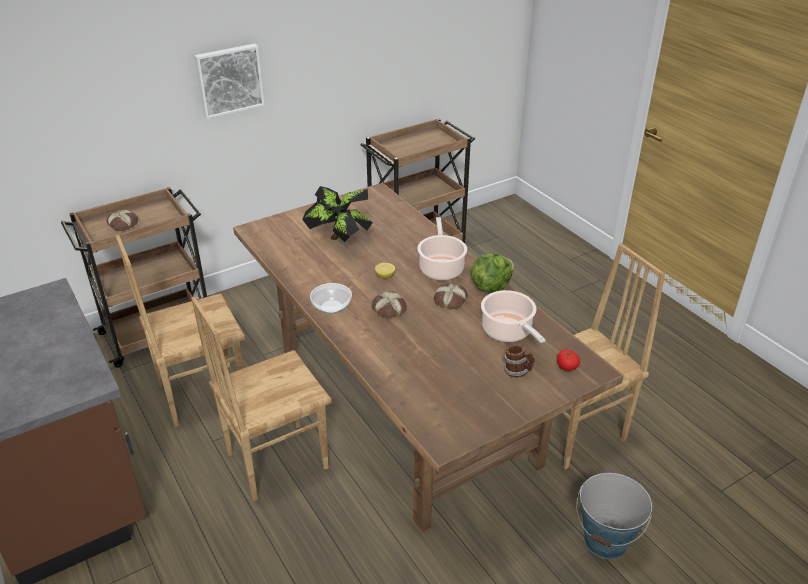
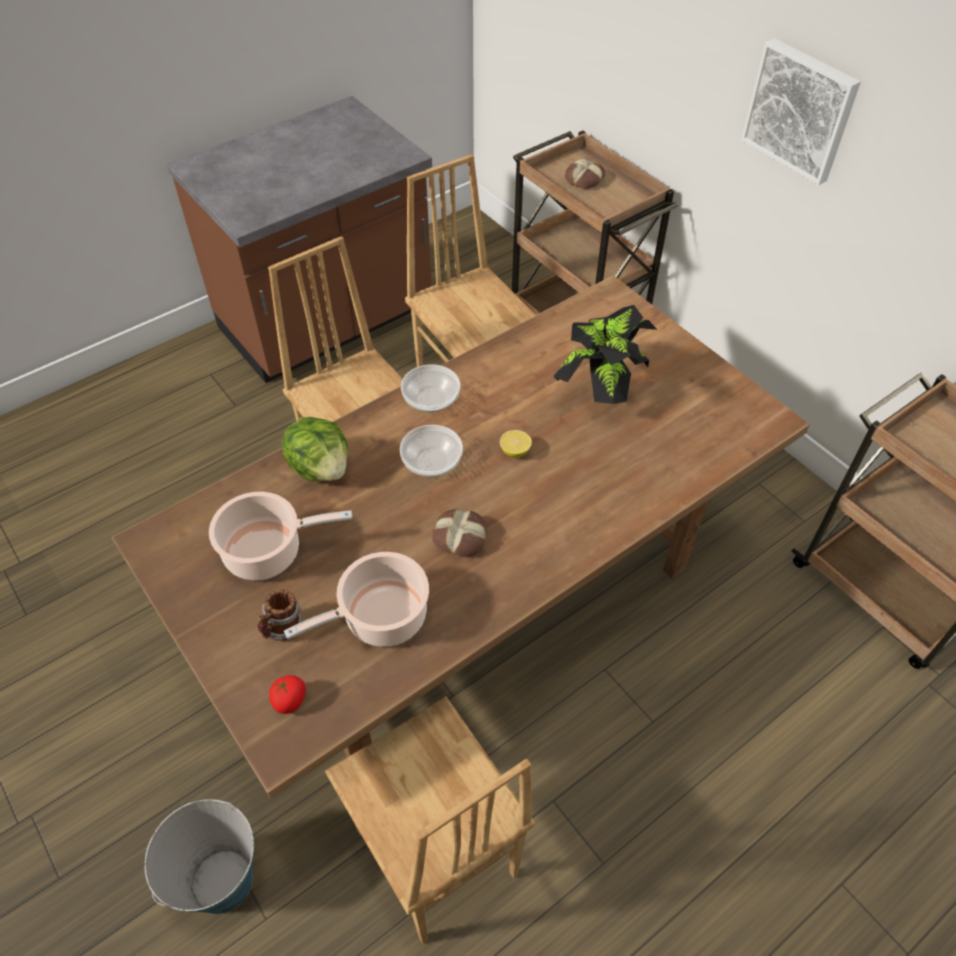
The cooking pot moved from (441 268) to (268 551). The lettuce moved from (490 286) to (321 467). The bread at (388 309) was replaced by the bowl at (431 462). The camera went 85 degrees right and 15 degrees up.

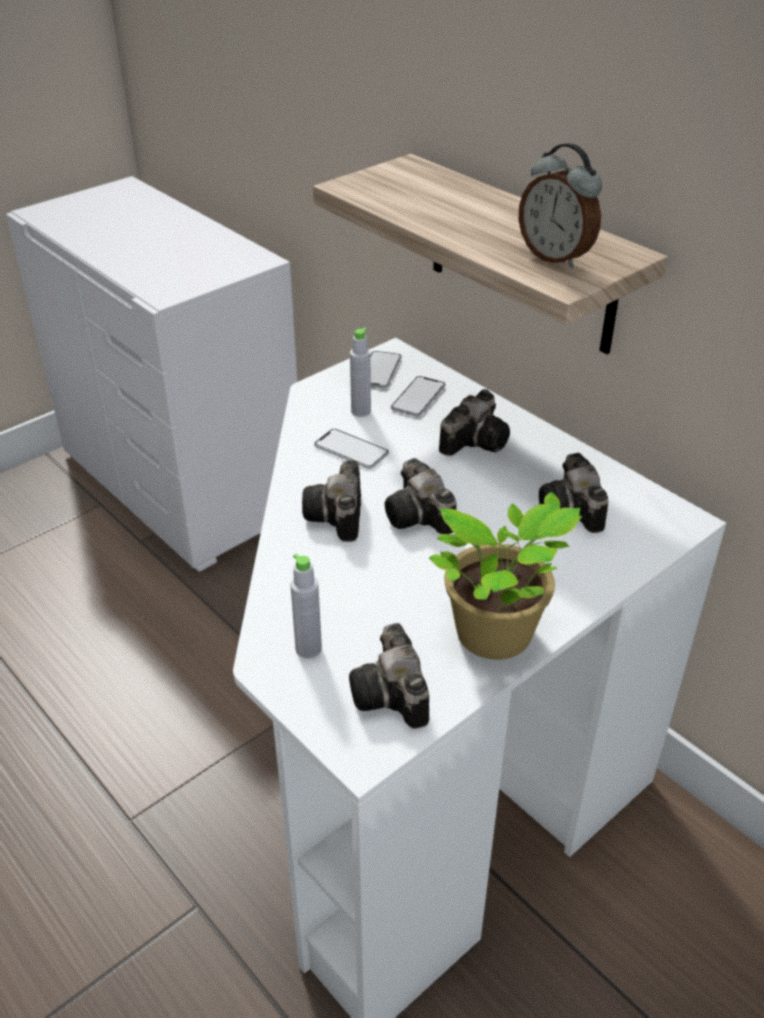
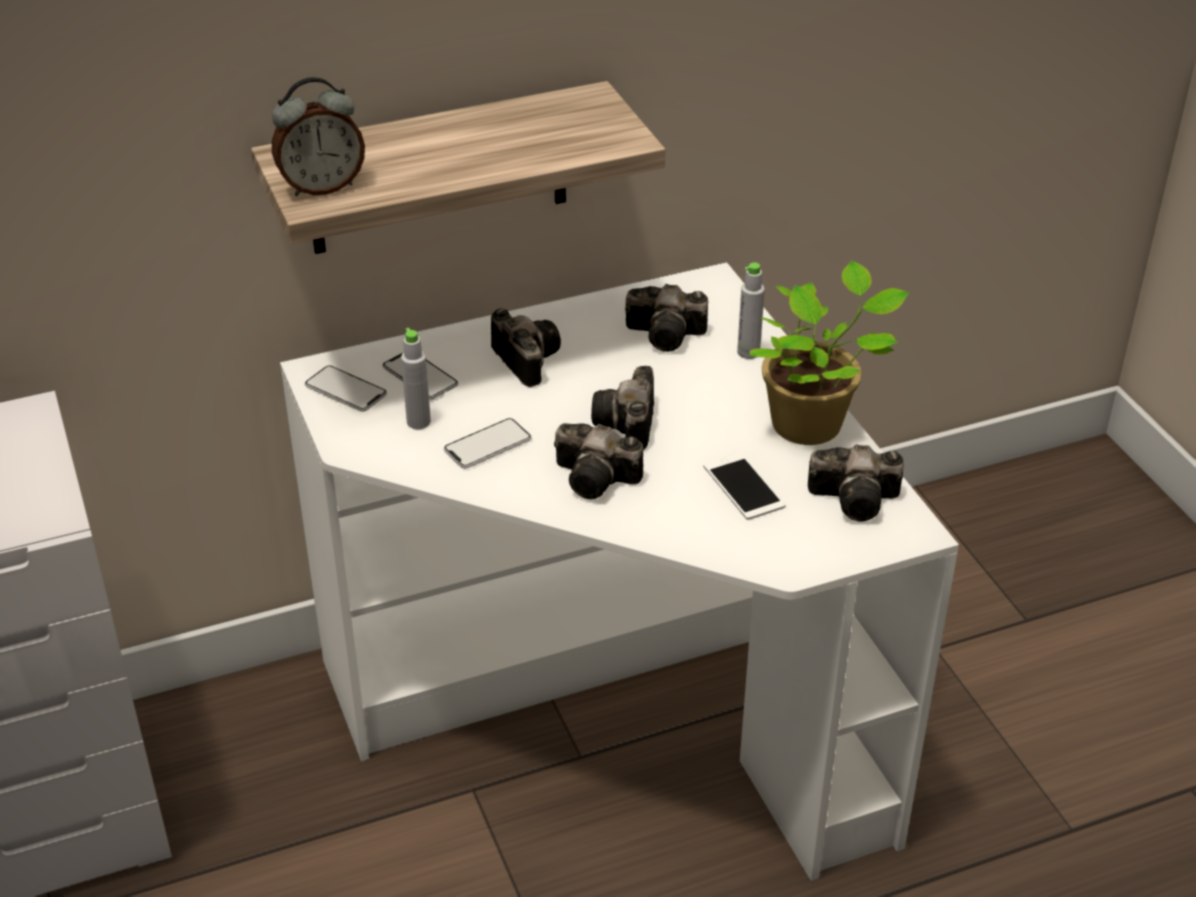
The alarm clock moved from (556 257) to (322 187). The photo camera at (420 517) turned 105 degrees clockwise. The bottle (grey) moved from (308 649) to (748 352). The phone at (743 486) appeared. The camera went 70 degrees left and 0 degrees up.

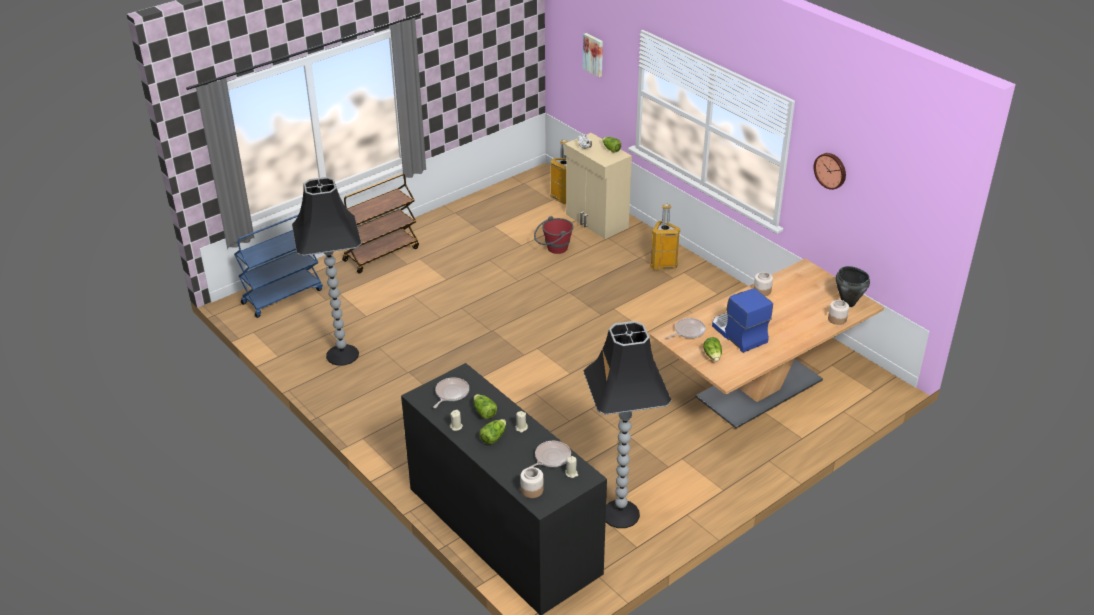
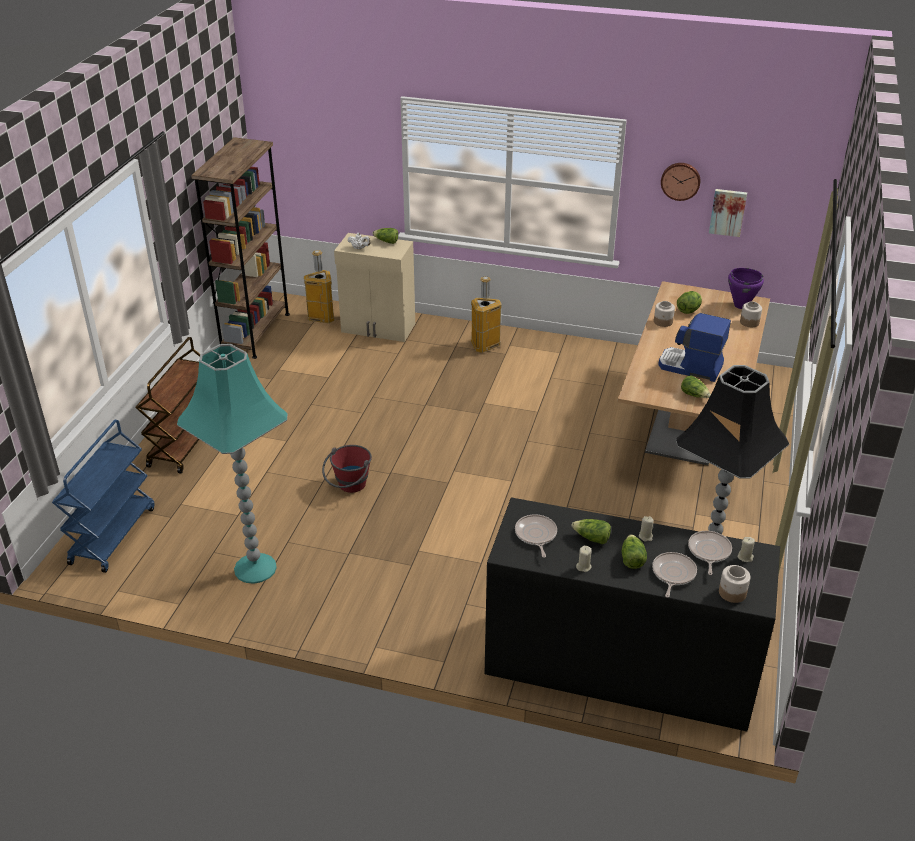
The picture moved from (594 54) to (727 212). The floor lamp (black) at (341 354) became the floor lamp (turquoise) at (254 568). The bucket (red) moved from (553 249) to (349 487). The cooking pot (black) at (848 303) became the cooking pot (purple) at (740 305). The frying pan moved from (688 331) to (673 574). The bookcase (brown) at (255 333) appeared. The lettuce at (688 310) appeared. The camera went 35 degrees left and 0 degrees up.

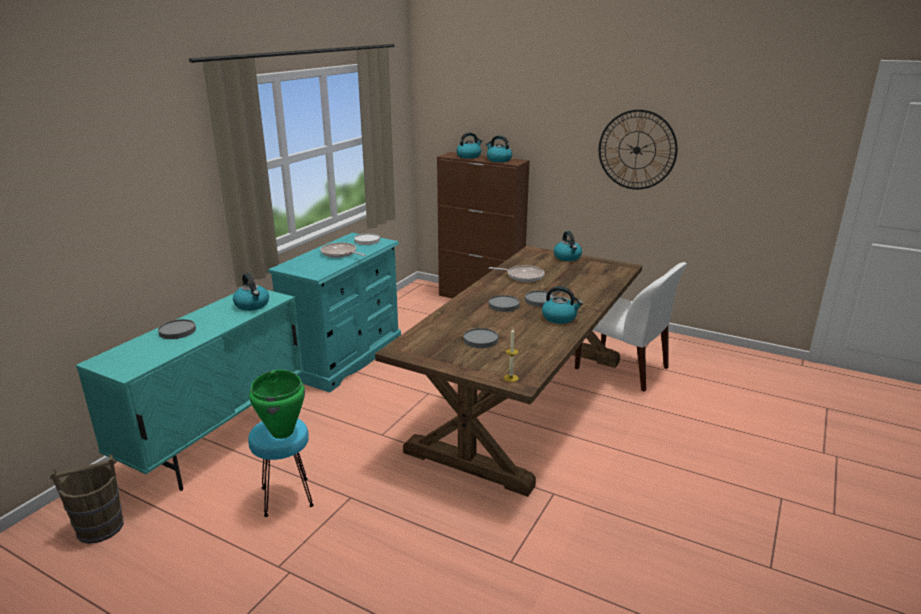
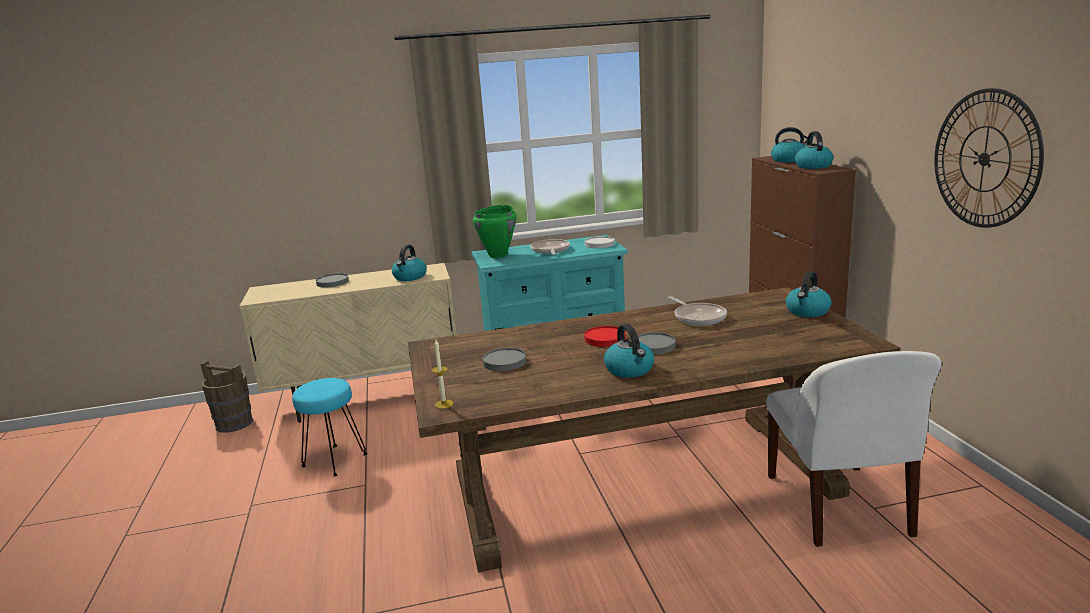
The cabinet (turquoise) at (218 442) became the cabinet (beige) at (368 400). The plate (grey) at (503 305) became the plate (red) at (605 339). The cooking pot (green) moved from (283 432) to (498 255). The camera went 50 degrees right and 5 degrees down.

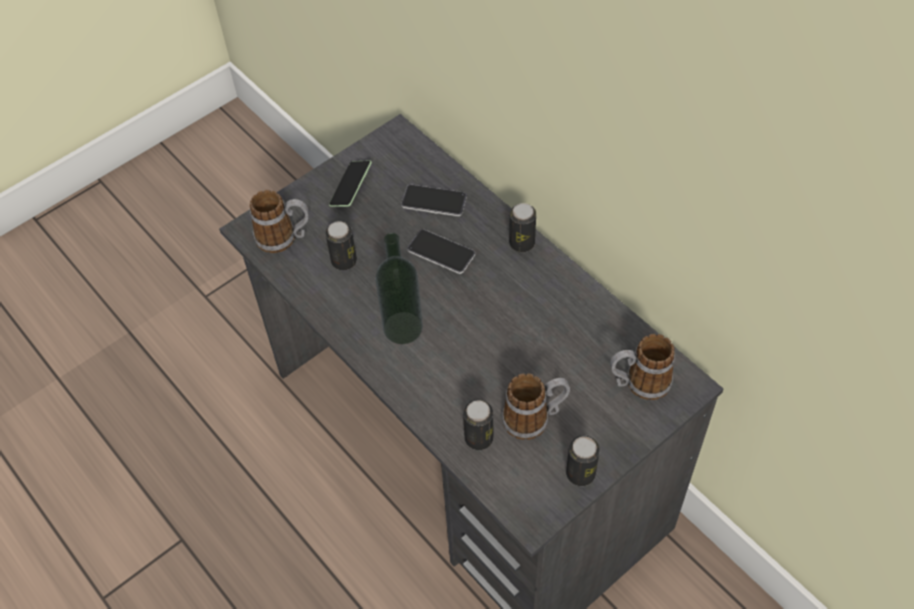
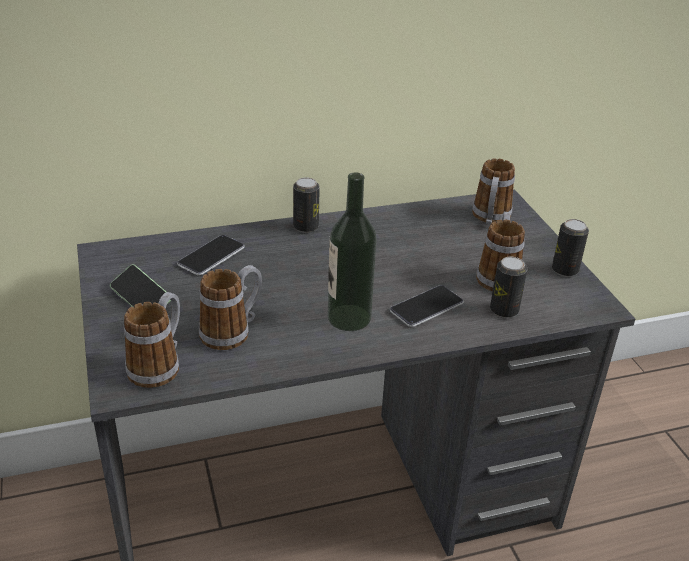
The can at (344 261) was replaced by the mug at (232 331). The phone moved from (441 252) to (426 307). The camera went 70 degrees left and 20 degrees down.

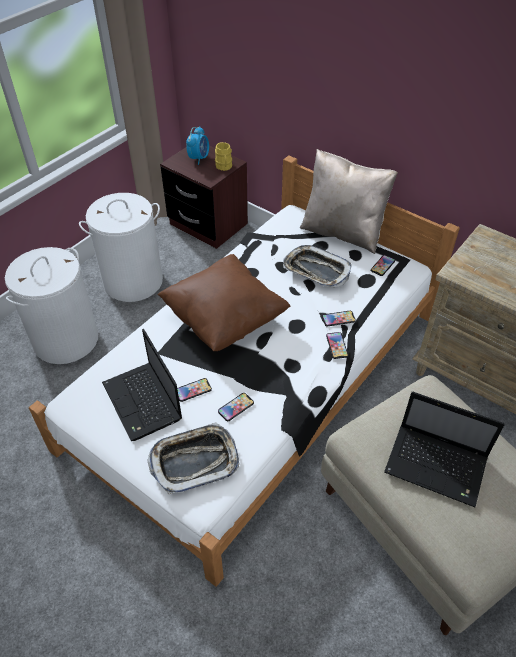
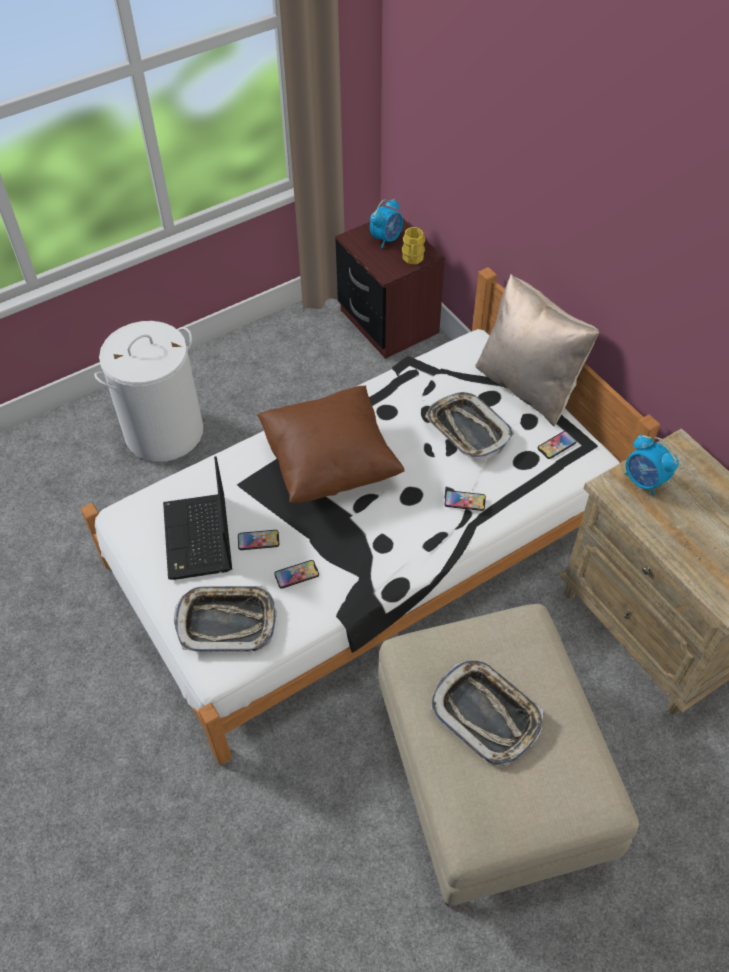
The laundry basket (white) at (133 281) disappeared. The phone at (336 346) disappeared. The laptop at (438 466) was replaced by the tray at (486 714). The alarm clock at (644 481) appeared. The camera went 20 degrees right and 5 degrees up.

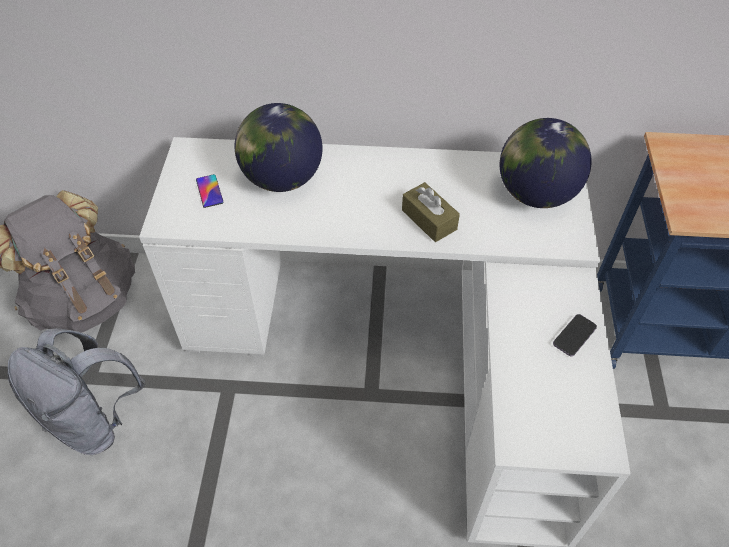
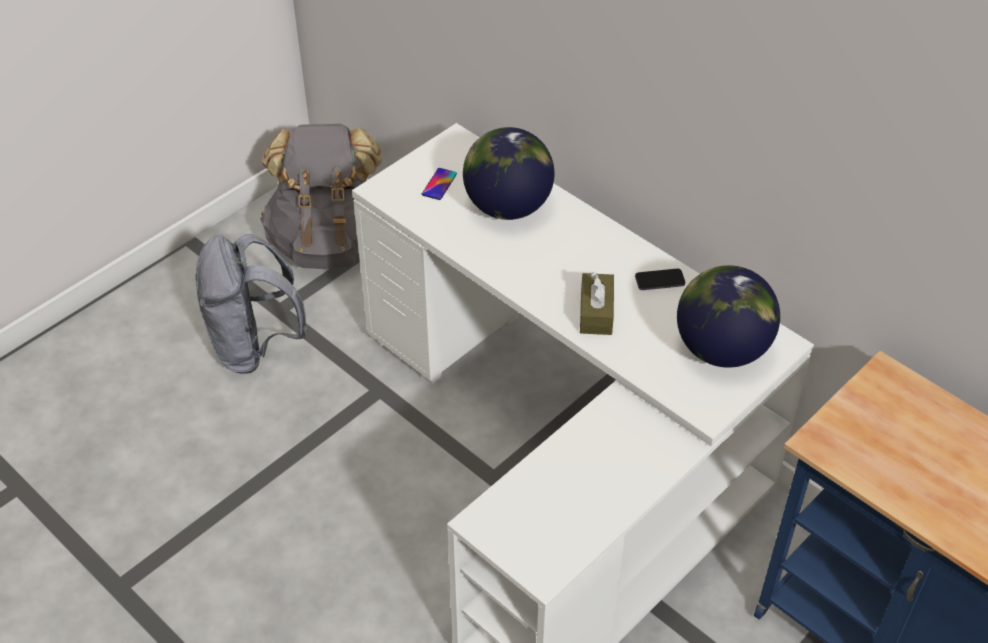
The phone moved from (574 336) to (659 281). The camera went 40 degrees right and 5 degrees down.

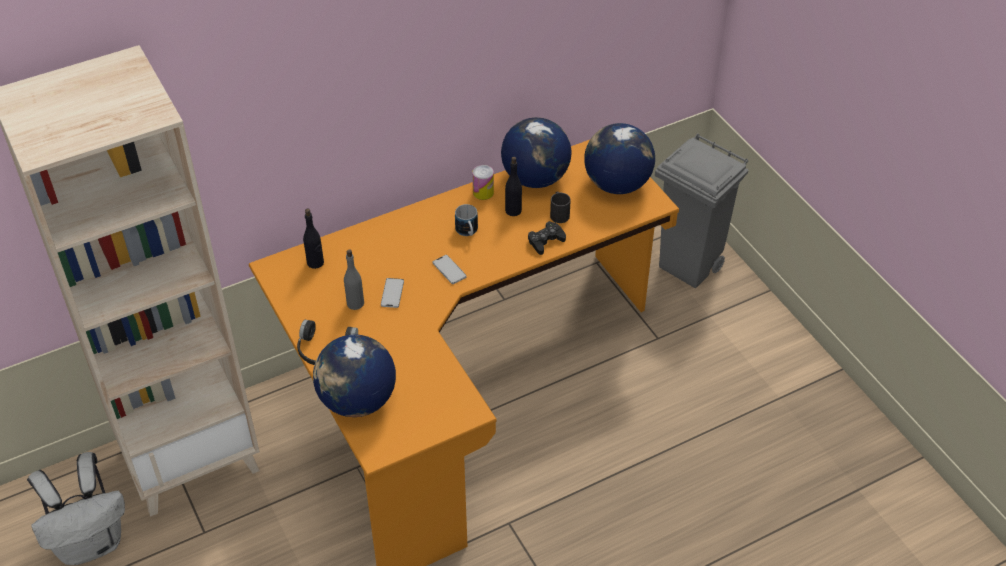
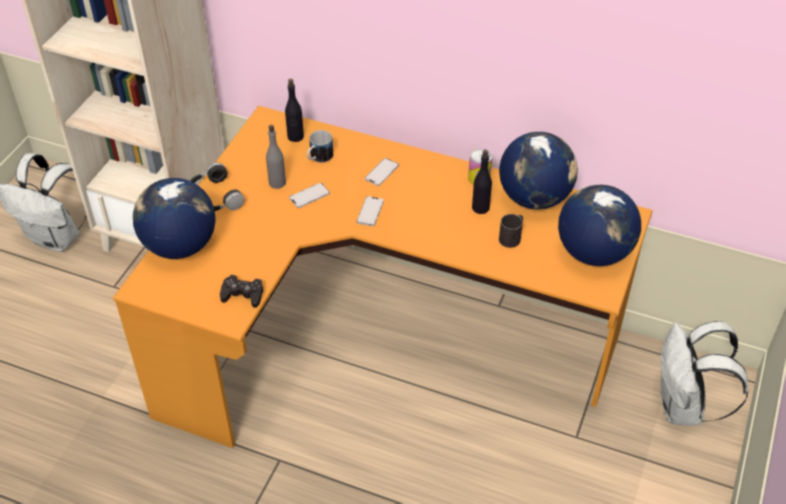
The trash can (grey) at (689 267) was replaced by the backpack (white) at (684 407). The mug moved from (468 232) to (318 158). The game controller (black) moved from (545 241) to (243 294). The phone at (381 172) appeared. The camera went 50 degrees right and 0 degrees up.

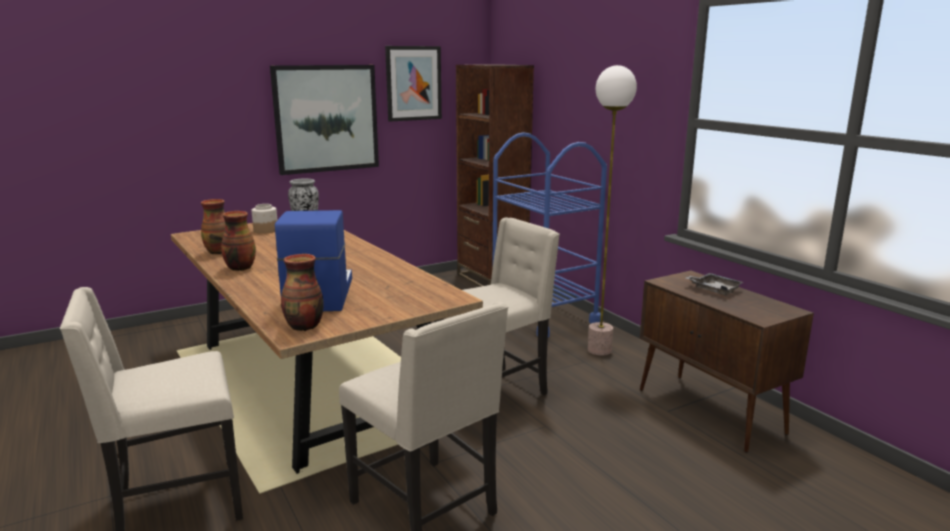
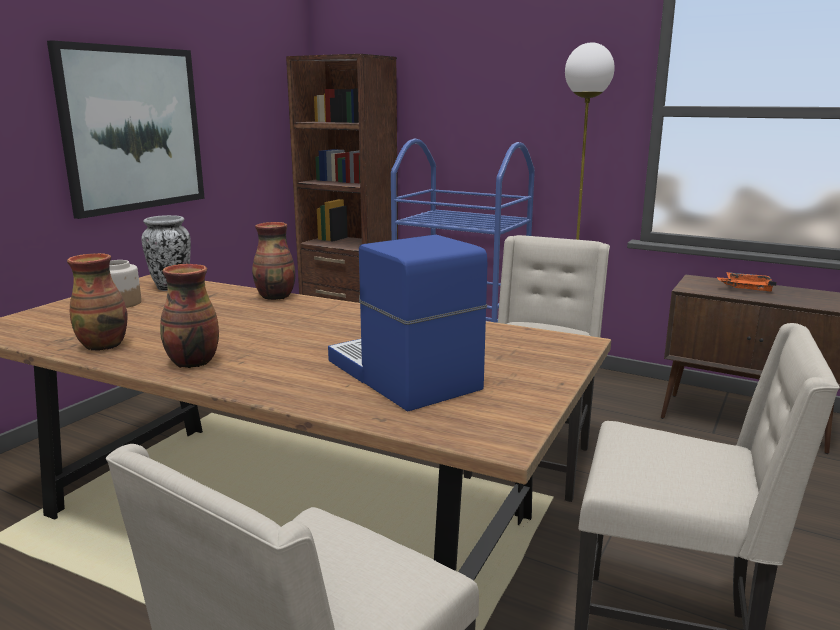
The picture at (413 83) disappeared. The vase moved from (304 326) to (276 297). The tray (grey) at (714 289) became the tray (orange) at (746 288). The camera went 30 degrees left and 0 degrees up.

